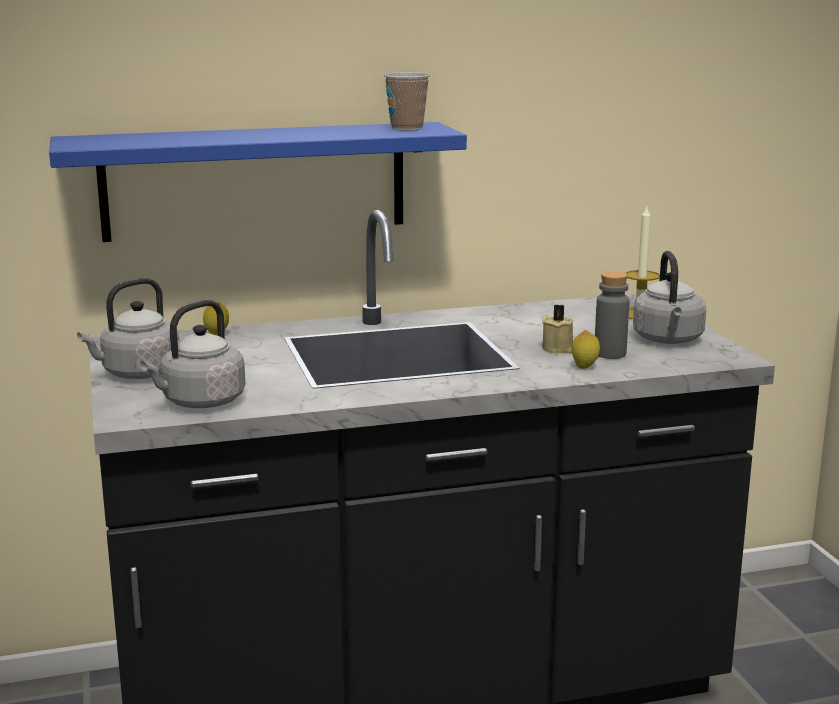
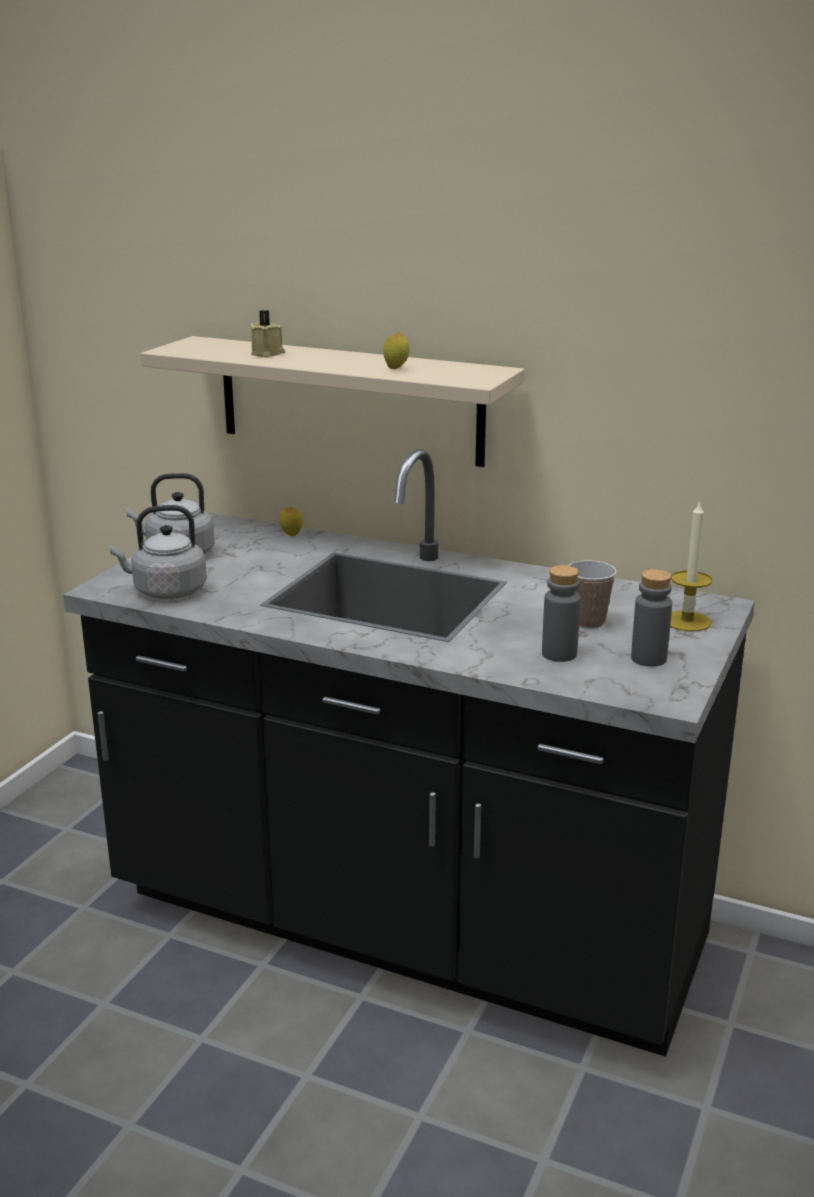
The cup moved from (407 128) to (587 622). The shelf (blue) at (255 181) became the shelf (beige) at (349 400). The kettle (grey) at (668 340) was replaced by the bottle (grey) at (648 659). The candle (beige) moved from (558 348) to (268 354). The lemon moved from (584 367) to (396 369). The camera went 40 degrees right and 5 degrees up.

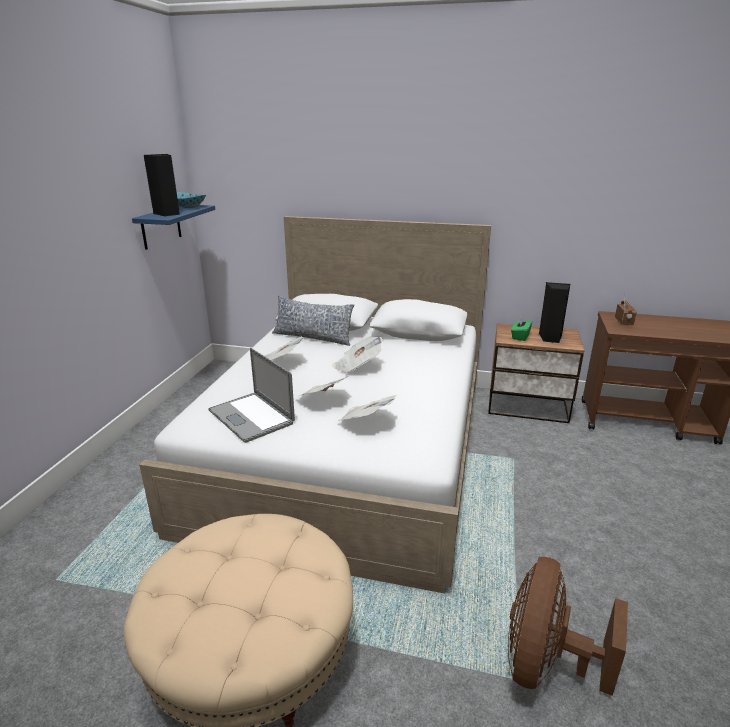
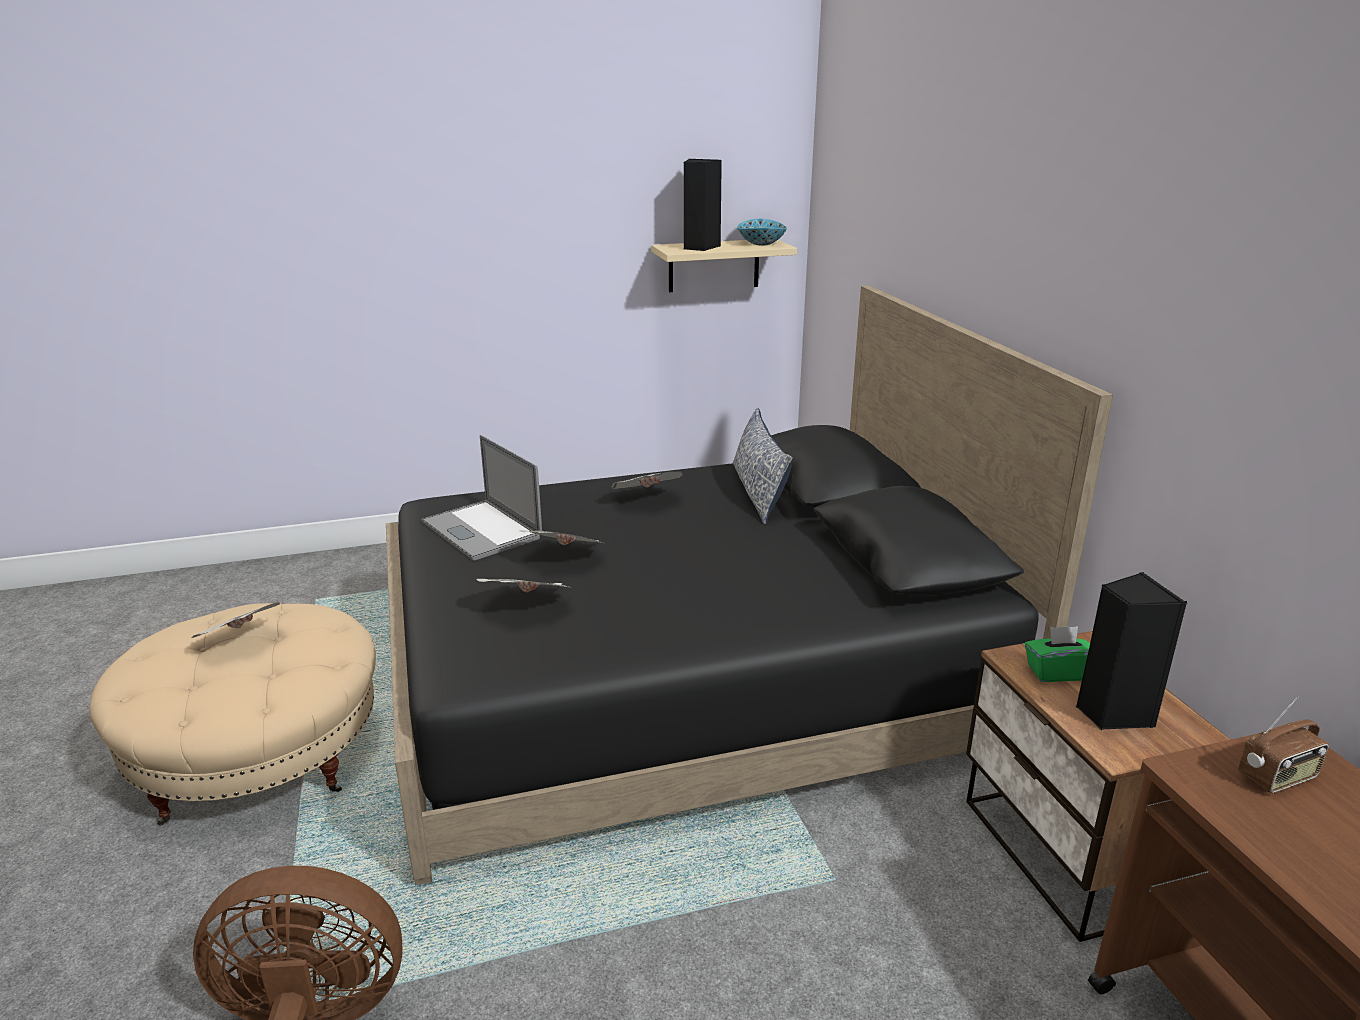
The shelf (blue) at (161 226) became the shelf (beige) at (714 265). The bed (white) at (350 448) became the bed (black) at (687 684). The newspaper moved from (357 366) to (240 640). The laptop at (251 417) turned 60 degrees counterclockwise. The camera went 60 degrees right and 0 degrees up.

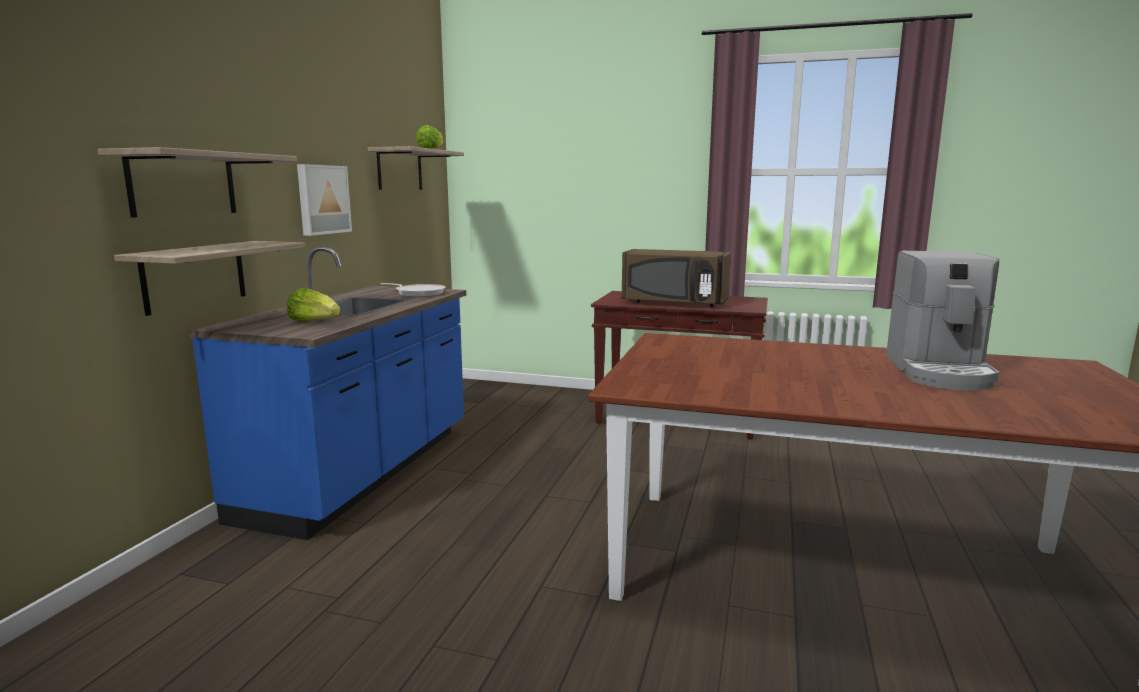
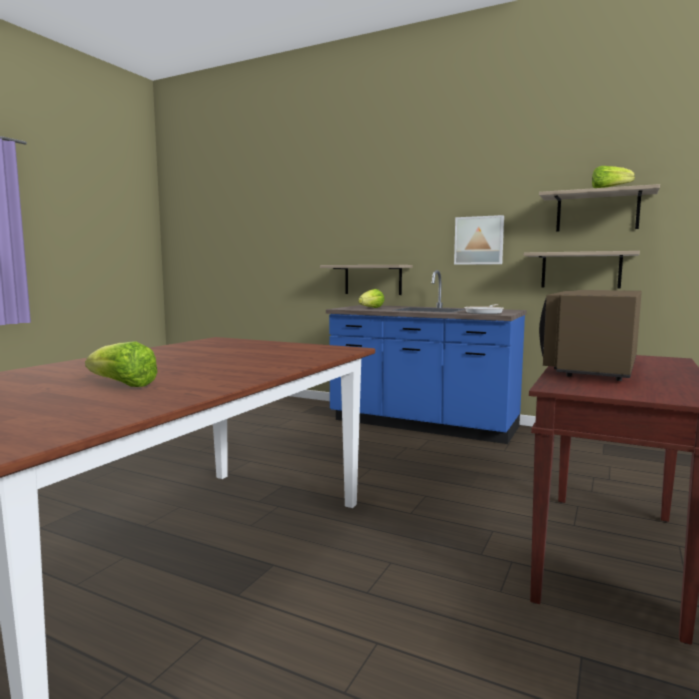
The shelf moved from (183 184) to (580 270). The coffee machine at (939 372) was replaced by the lettuce at (123 385). The camera went 100 degrees right and 5 degrees down.

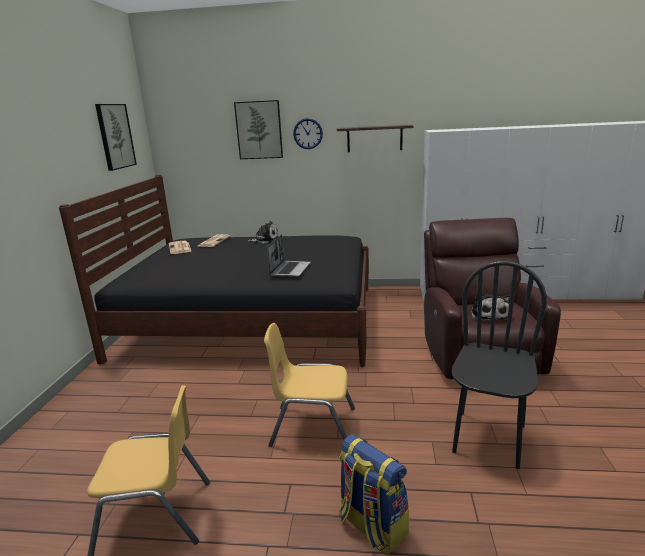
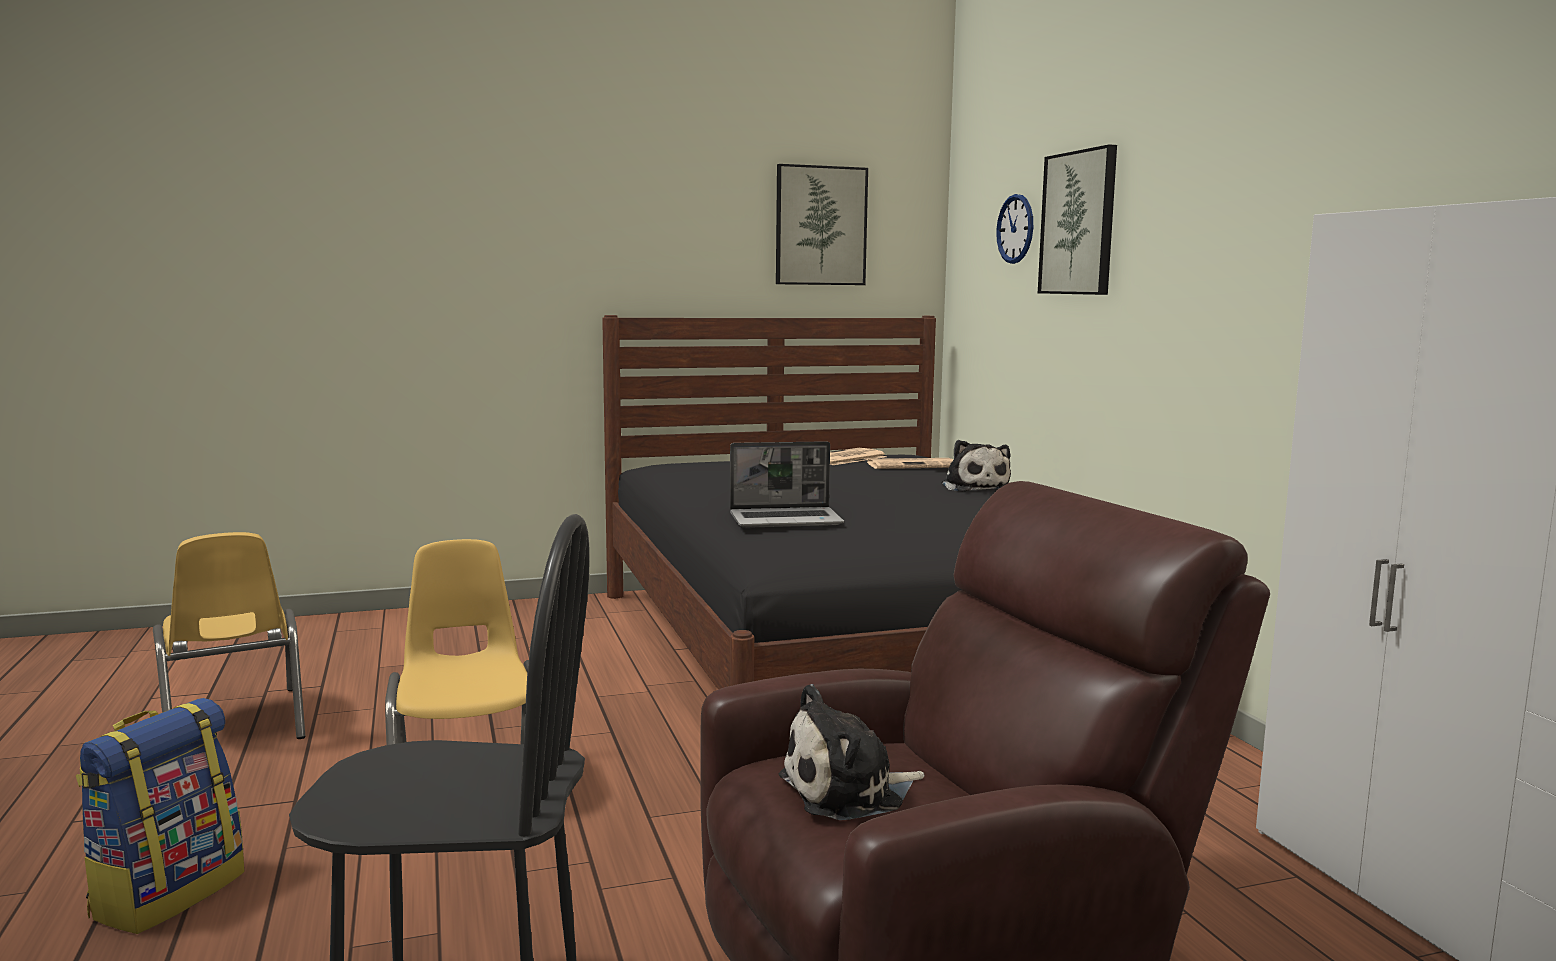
The wall clock moved from (308 133) to (1015 229). The shelf at (374 138) disappeared. The camera went 65 degrees right and 10 degrees down.

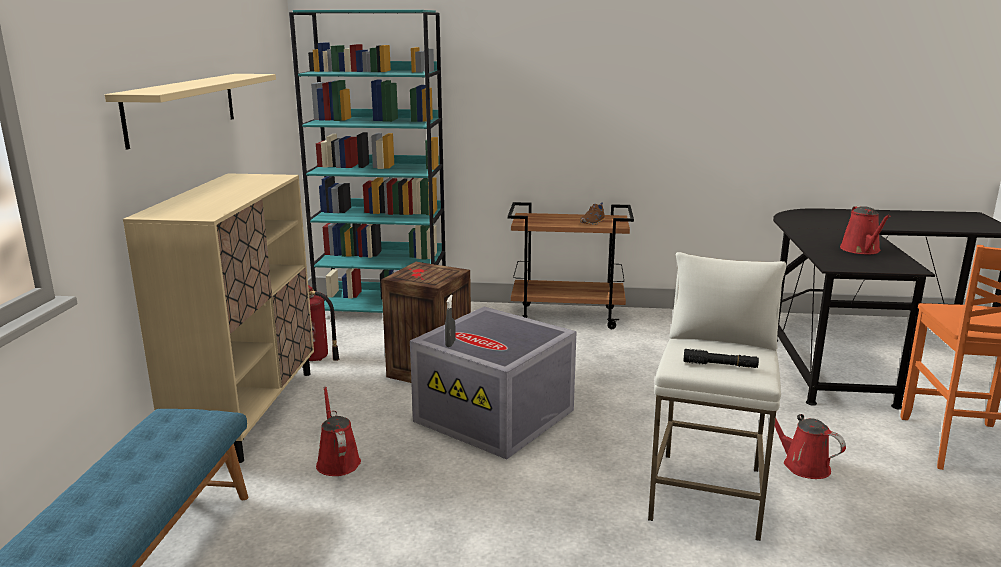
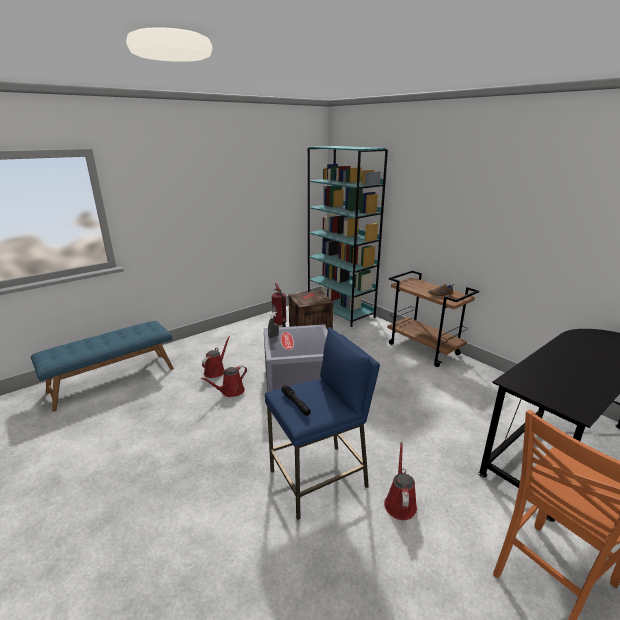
The shelf (beige) at (182 107) disappeared. The cabinet (beige) at (248 411) disappeared. The watering can (red) moved from (861 250) to (230 391). The stool (white) at (707 493) became the stool (blue) at (319 479). The camera went 45 degrees right and 5 degrees up.

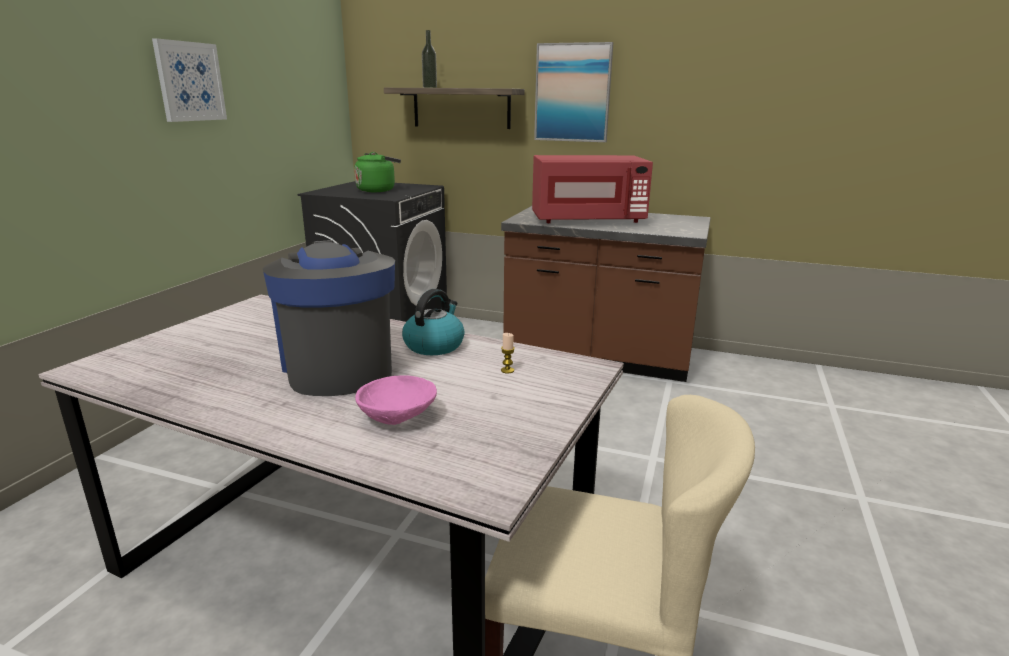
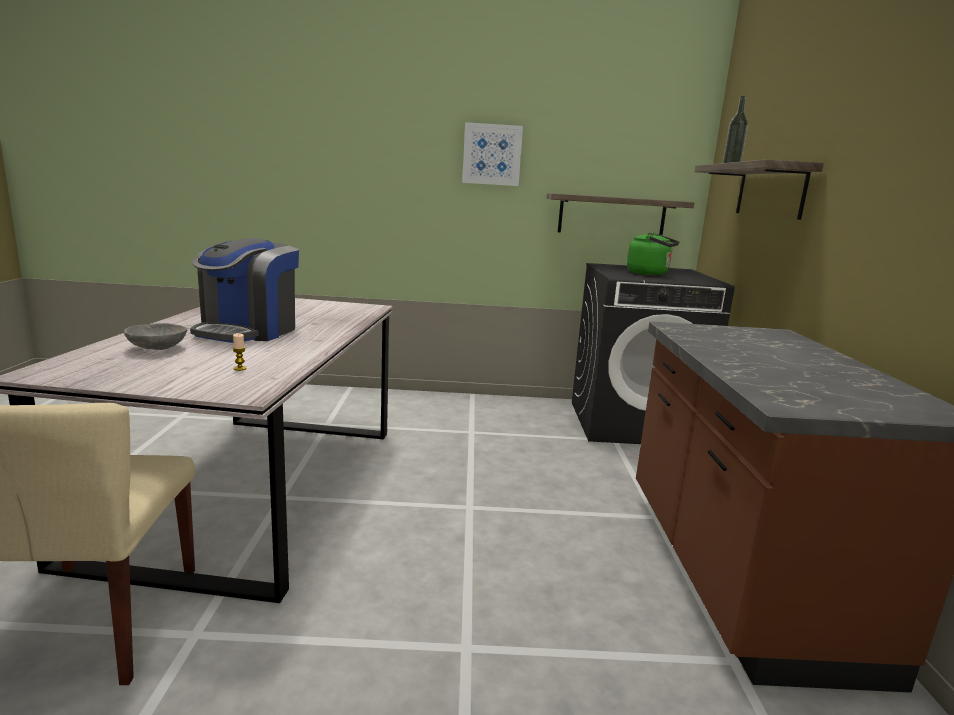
The picture at (572 93) disappeared. The microwave (red) at (587 220) disappeared. The coffee machine at (338 366) turned 150 degrees clockwise. The kettle at (434 345) disappeared. The bowl (pink) at (399 417) became the bowl (grey) at (157 349). The shelf at (611 216) appeared. The camera went 70 degrees right and 5 degrees down.

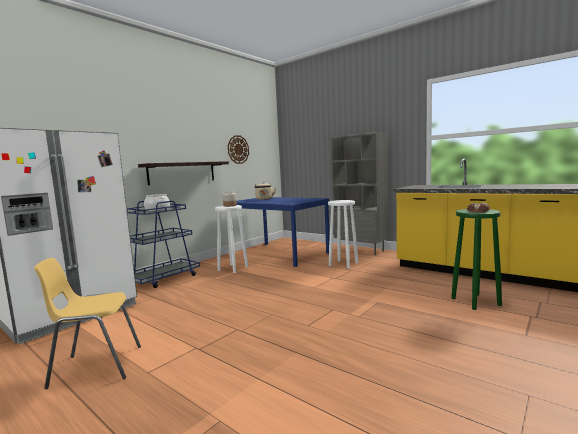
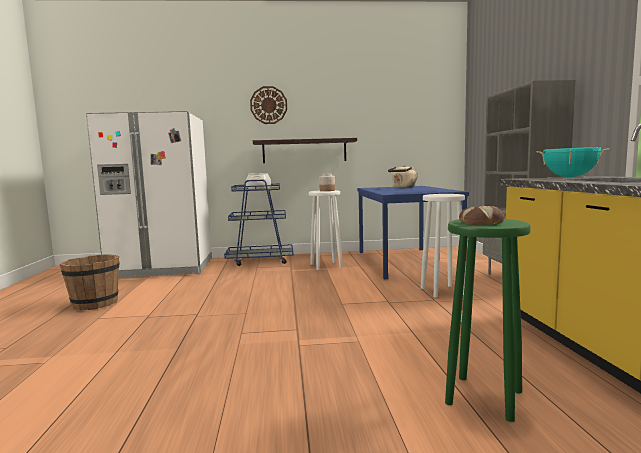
The wall clock moved from (238 149) to (268 105). The chair (yellow) at (96 366) was replaced by the bucket (brown) at (95 304). The cooking pot (turquoise) at (570 177) appeared. The camera went 45 degrees right and 0 degrees up.

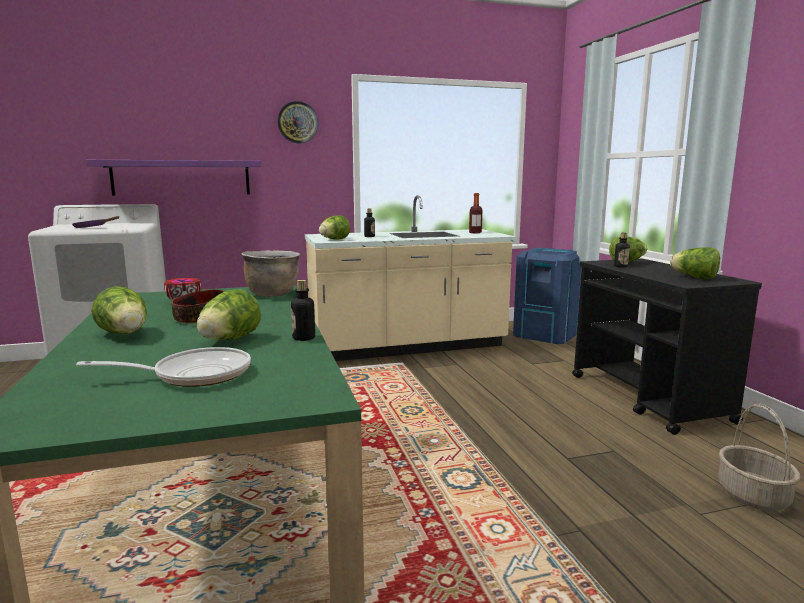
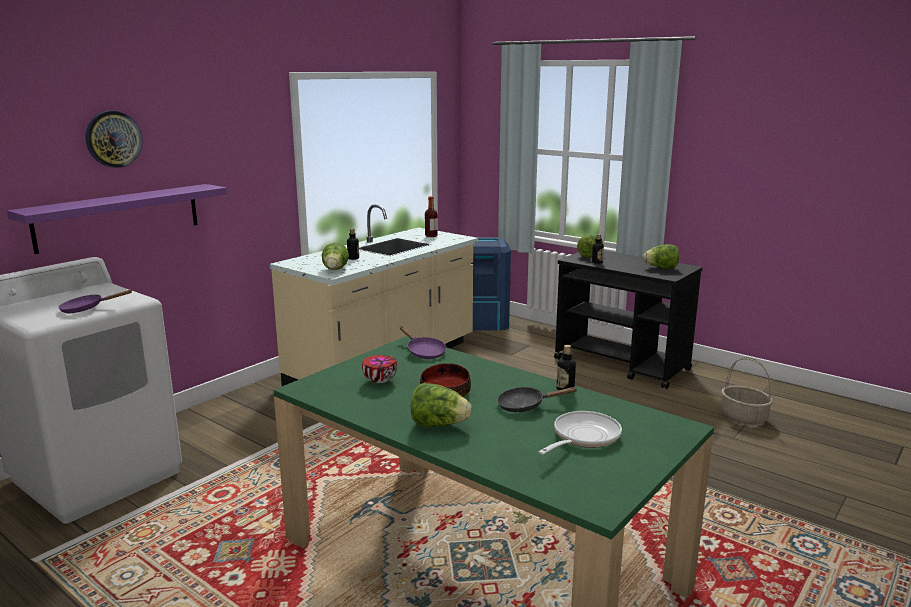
The wall clock moved from (297 122) to (113 139). The cooking pot (brown) at (272 294) was replaced by the frying pan (purple) at (423 352). The lettuce at (229 340) was replaced by the frying pan (black) at (525 406). The camera went 35 degrees left and 5 degrees up.

